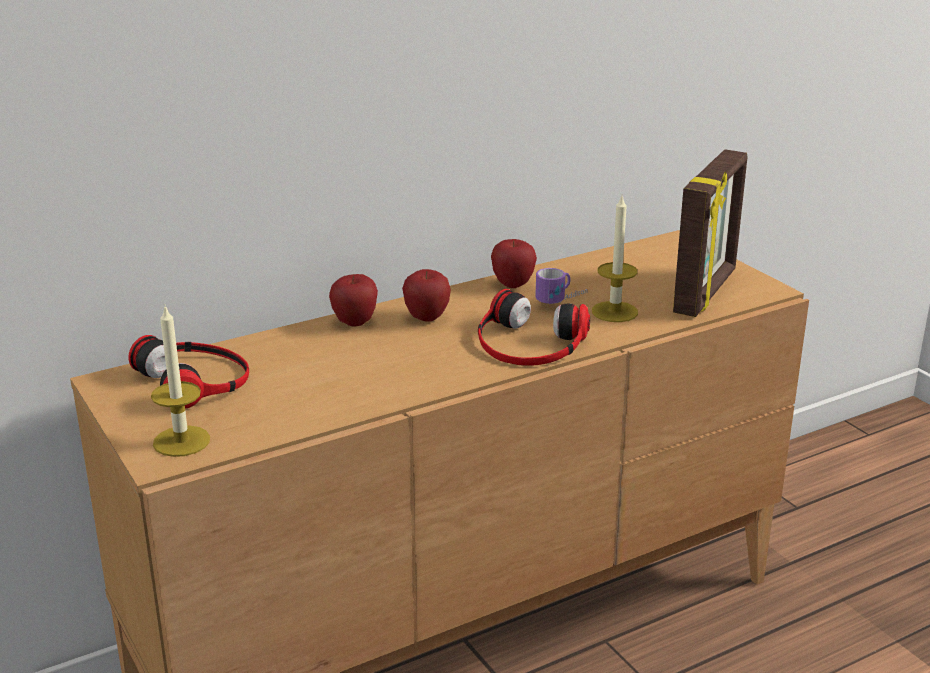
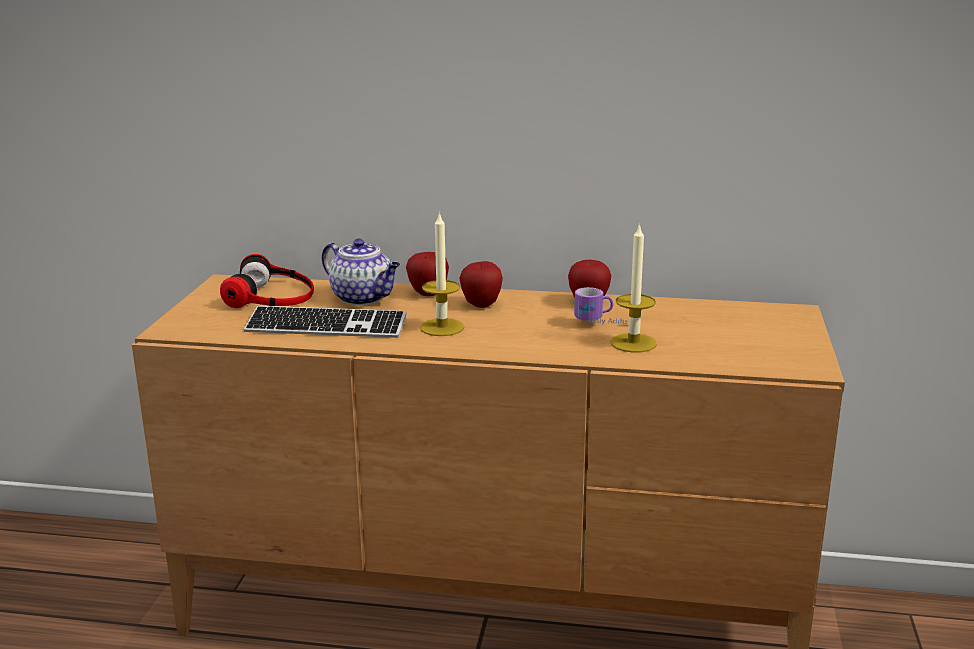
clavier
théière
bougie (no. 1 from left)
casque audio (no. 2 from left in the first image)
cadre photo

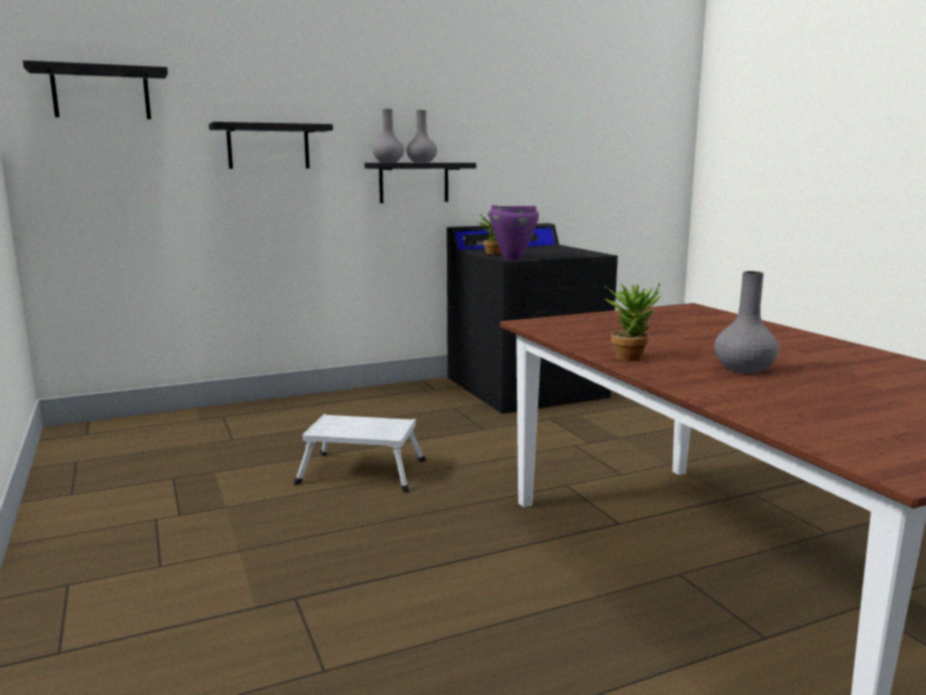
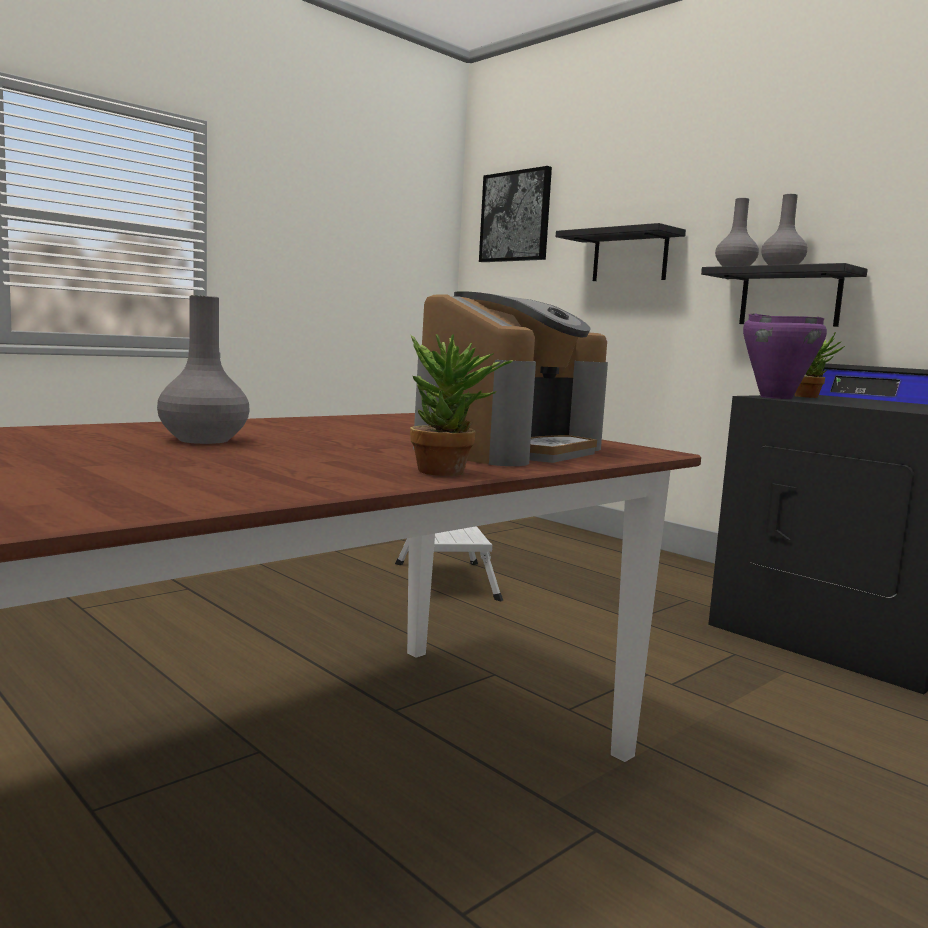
plante en pot (no. 1 from left)
machine à café
tableau

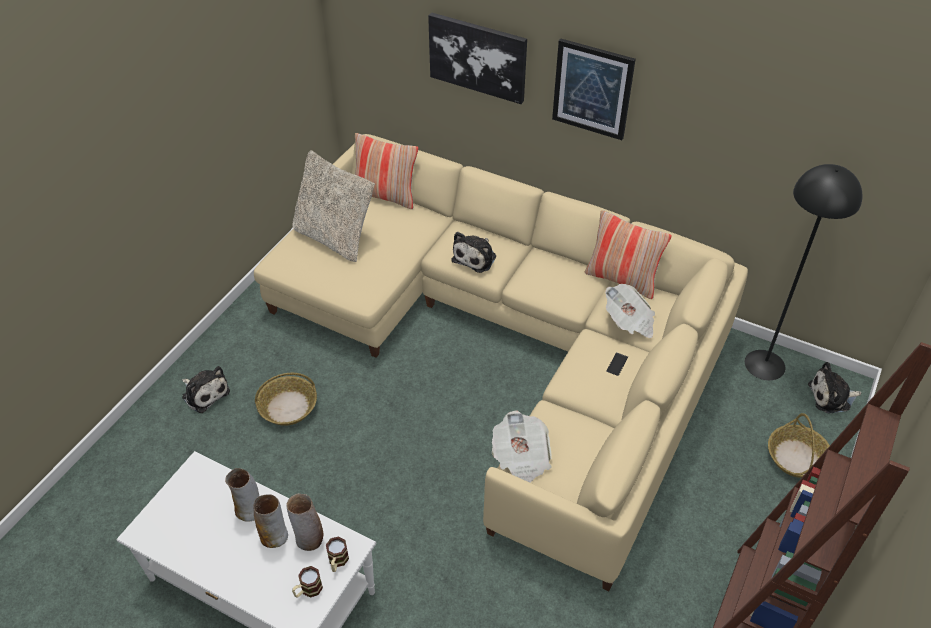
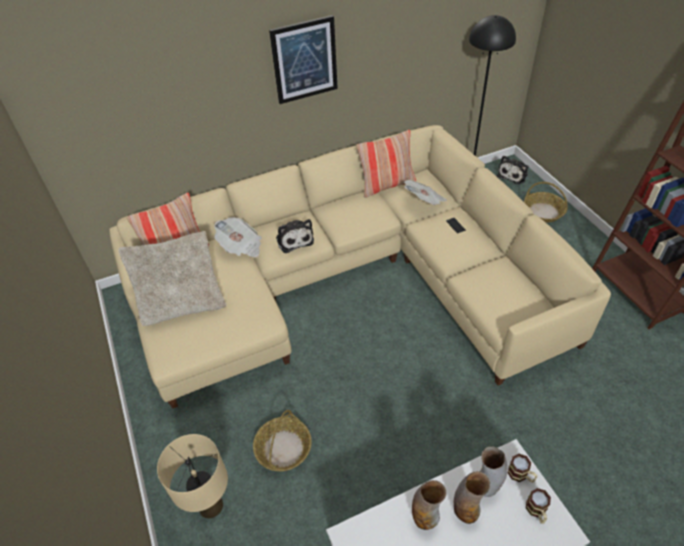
lampe de table/beige
journal (no. 1 from left)
tableau (no. 1 from left in the first image)

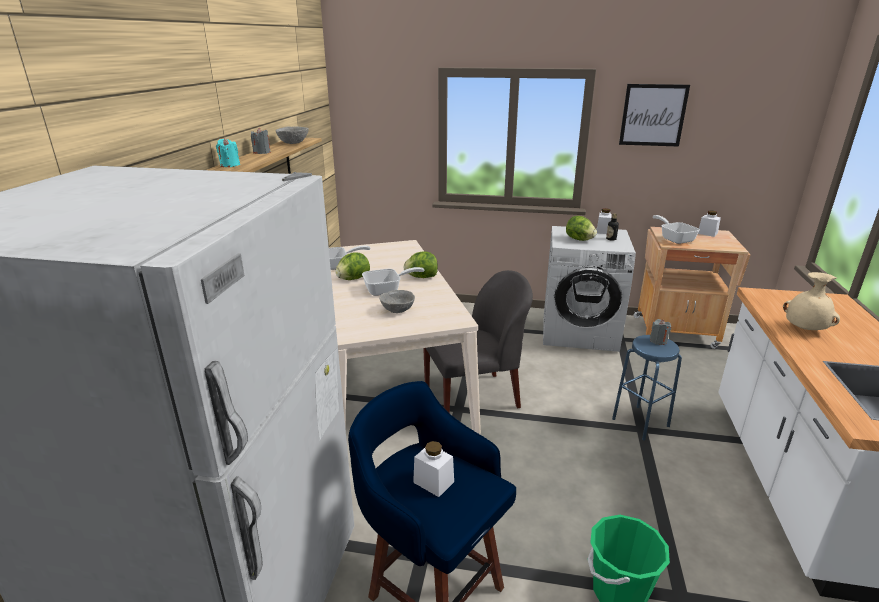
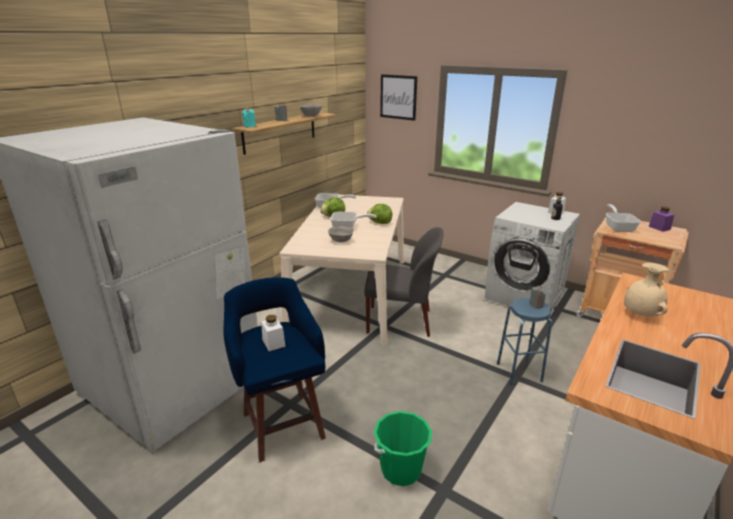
tableau
bocal/violet
laitue (no. 3 from left in the first image)

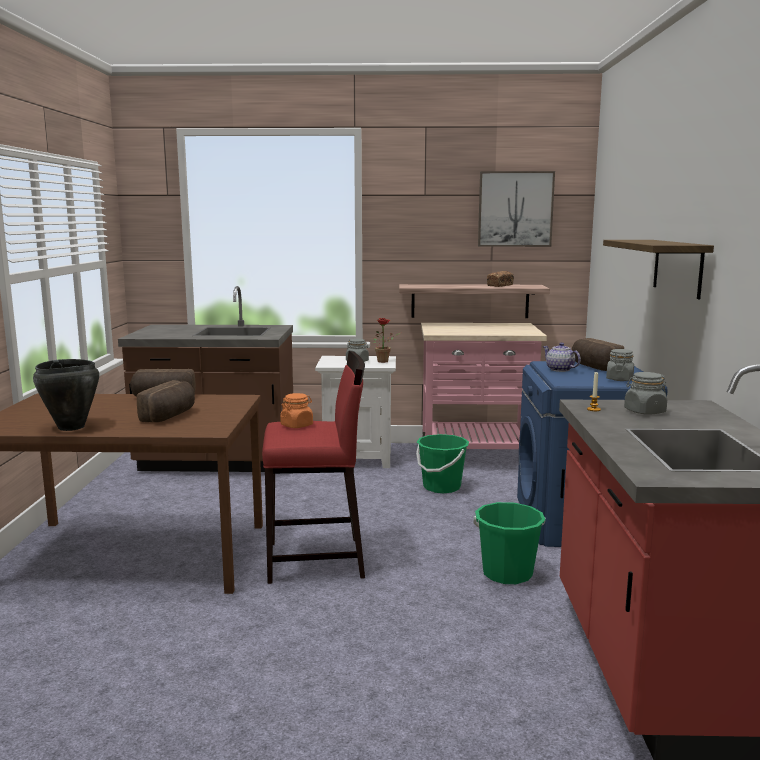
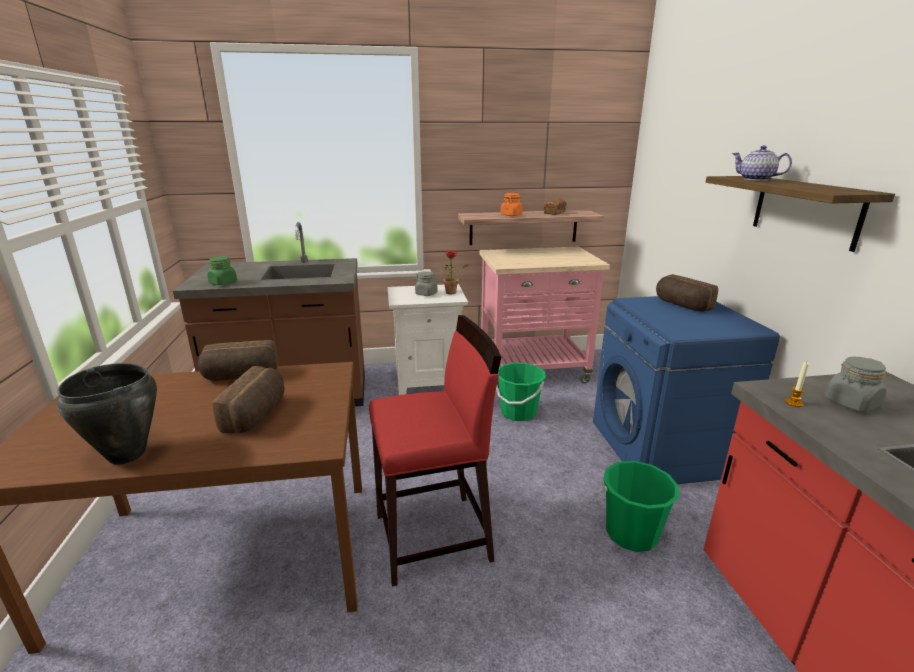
bocal/vert
bocal/orange
théière
tableau
bocal/gris (no. 2 from left in the first image)

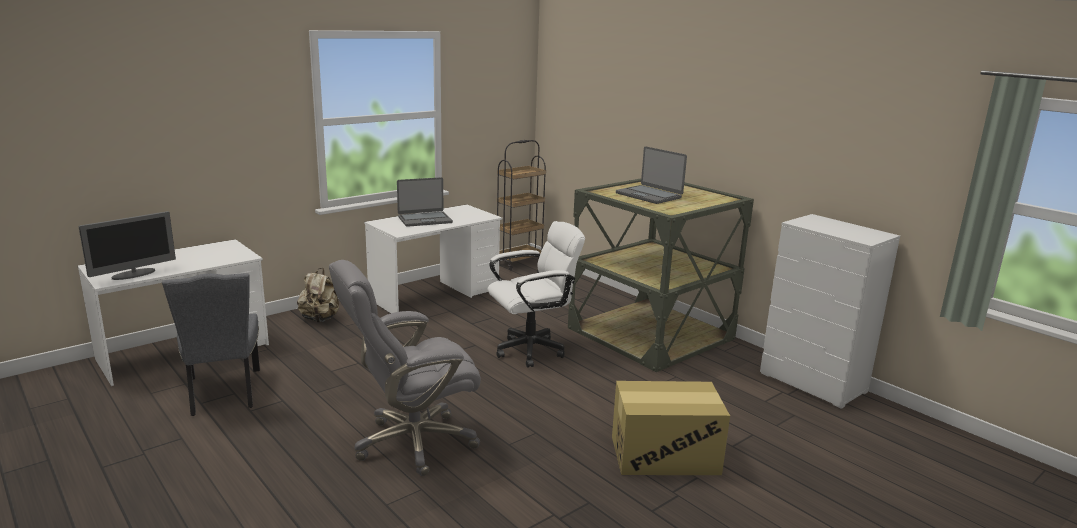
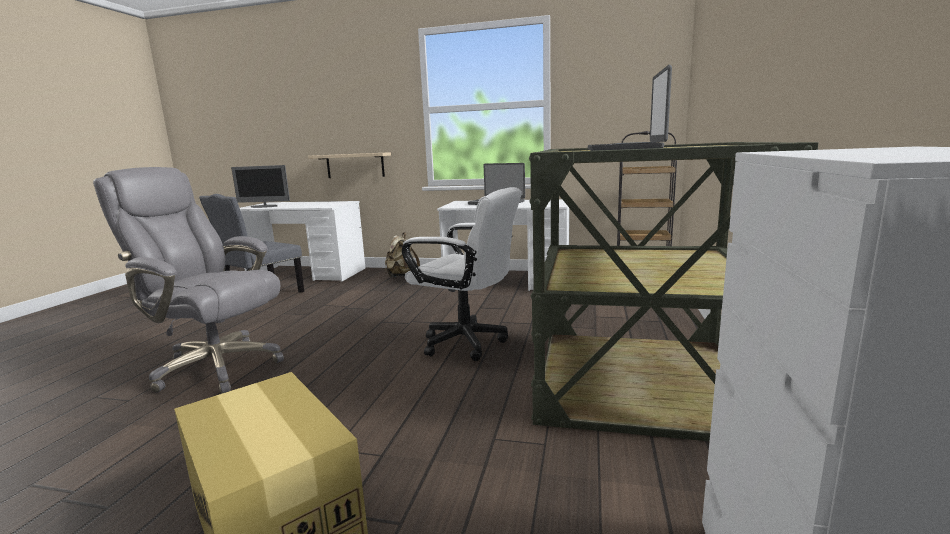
étagère/beige

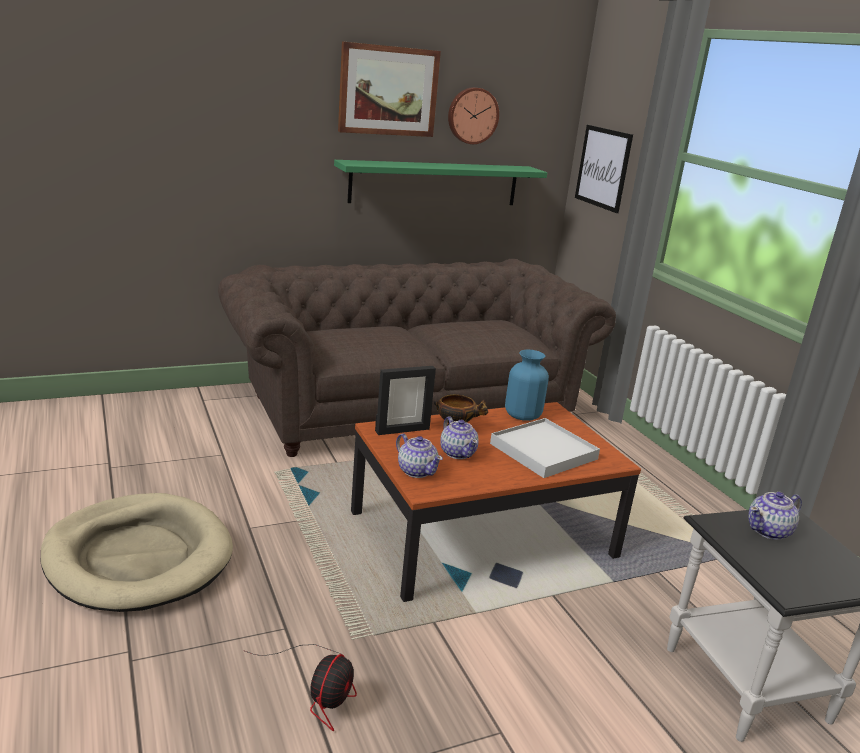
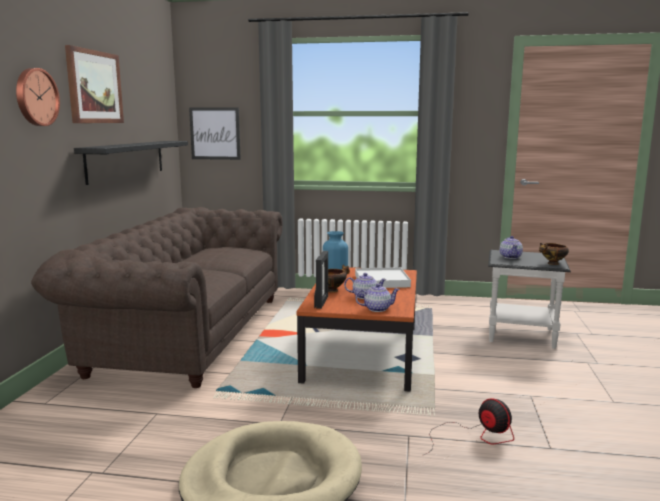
horloge murale
étagère/noir
bol (no. 2 from left)

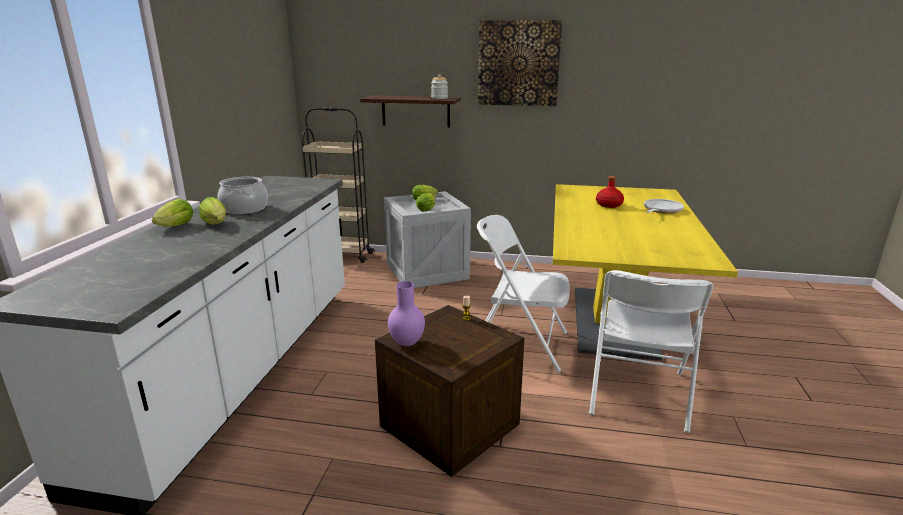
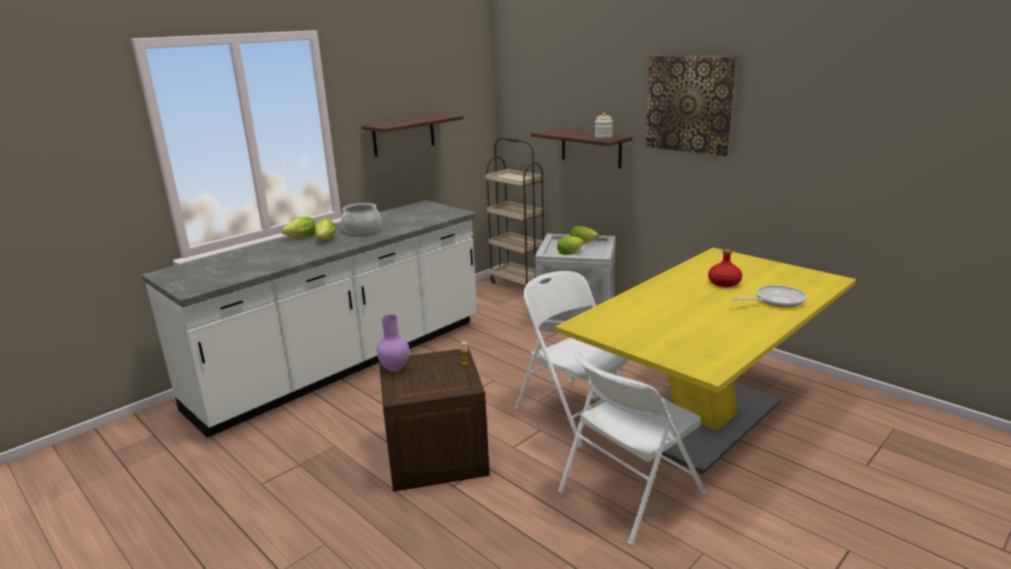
étagère (no. 1 from left)

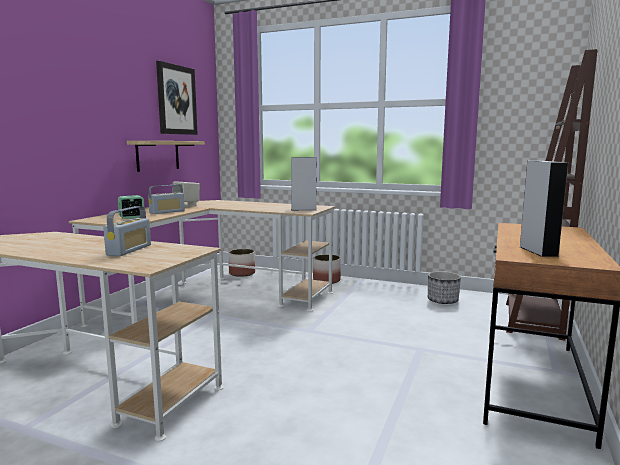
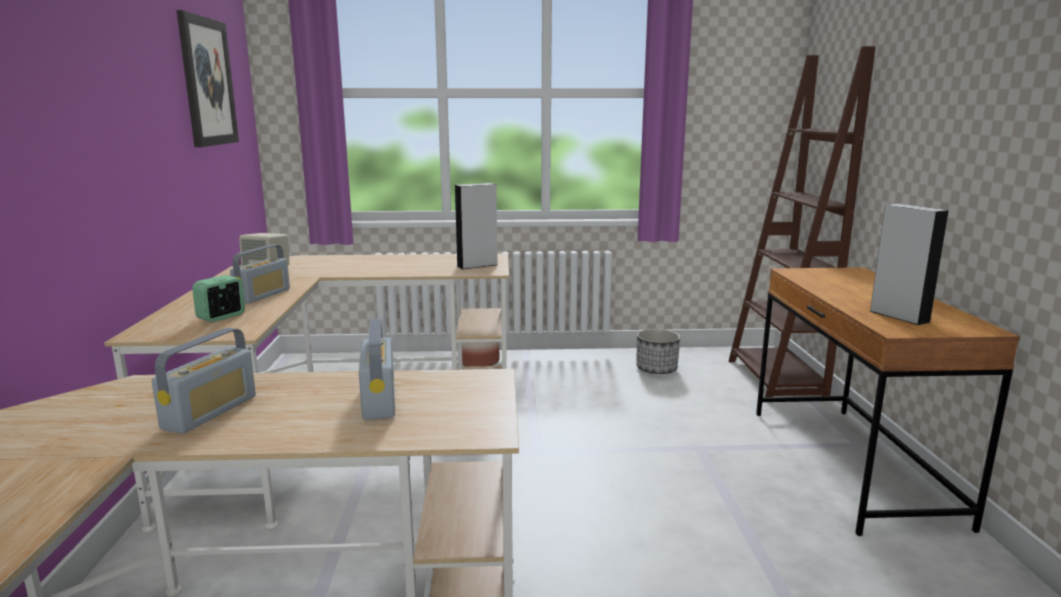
radio (no. 1 from left)
étagère
cache-pot (no. 1 from left in the first image)

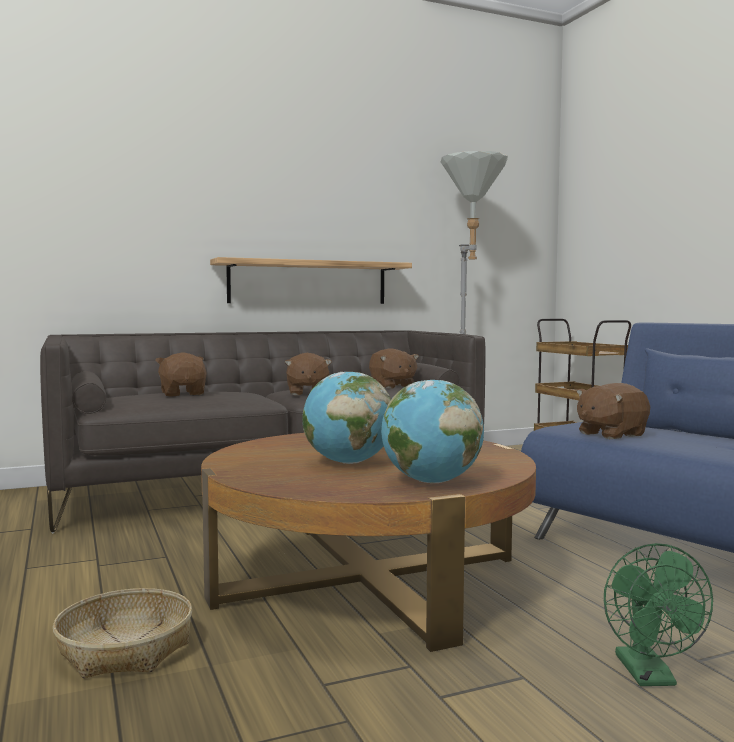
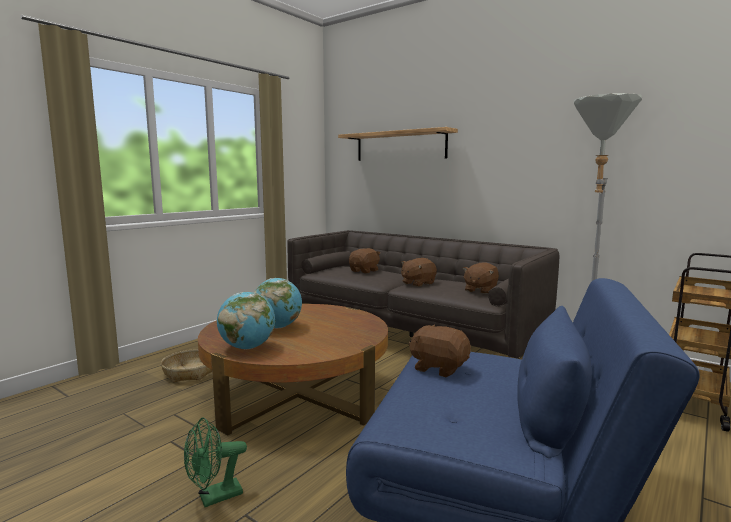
étagère

